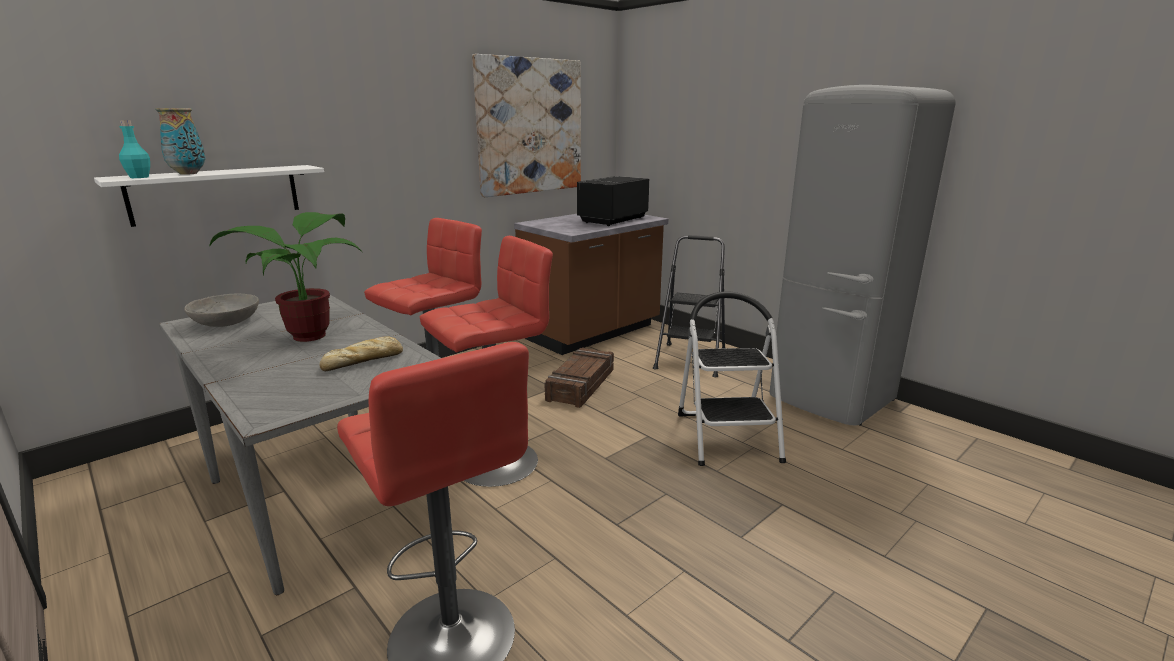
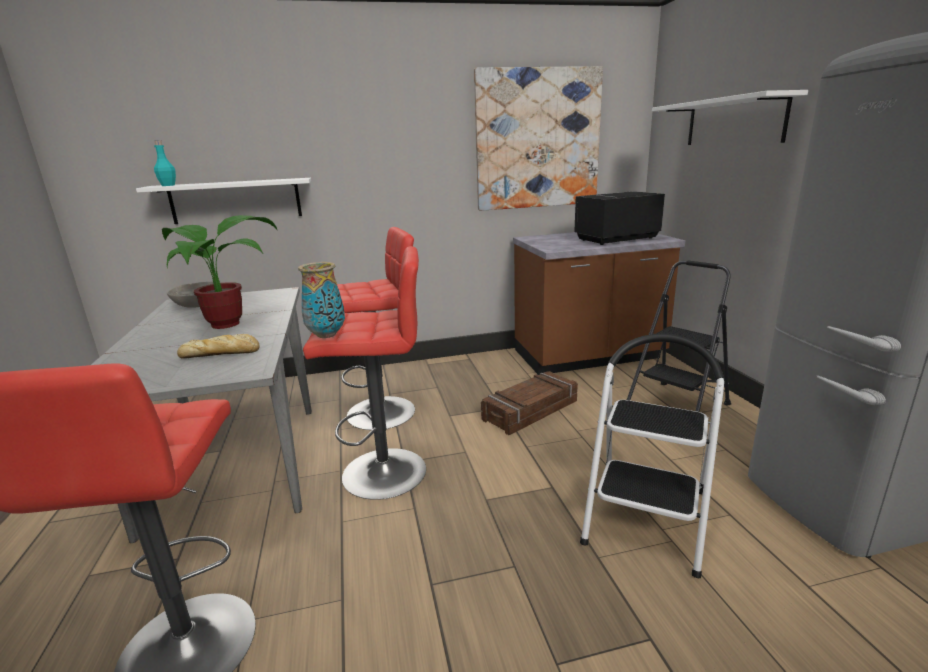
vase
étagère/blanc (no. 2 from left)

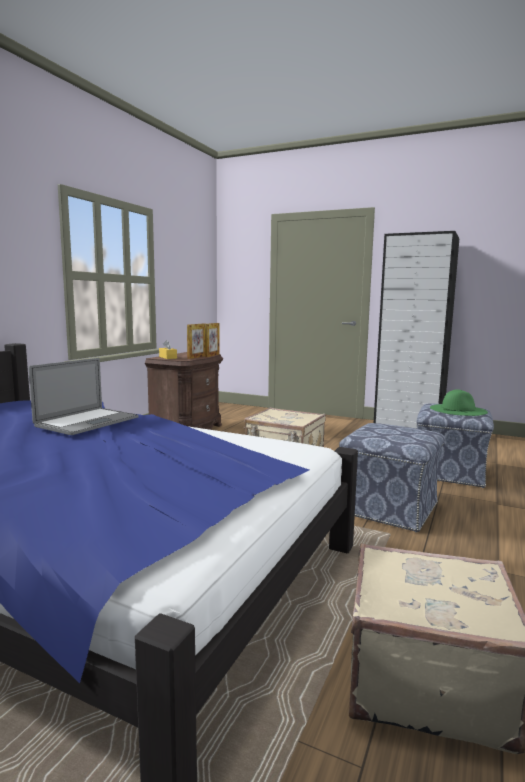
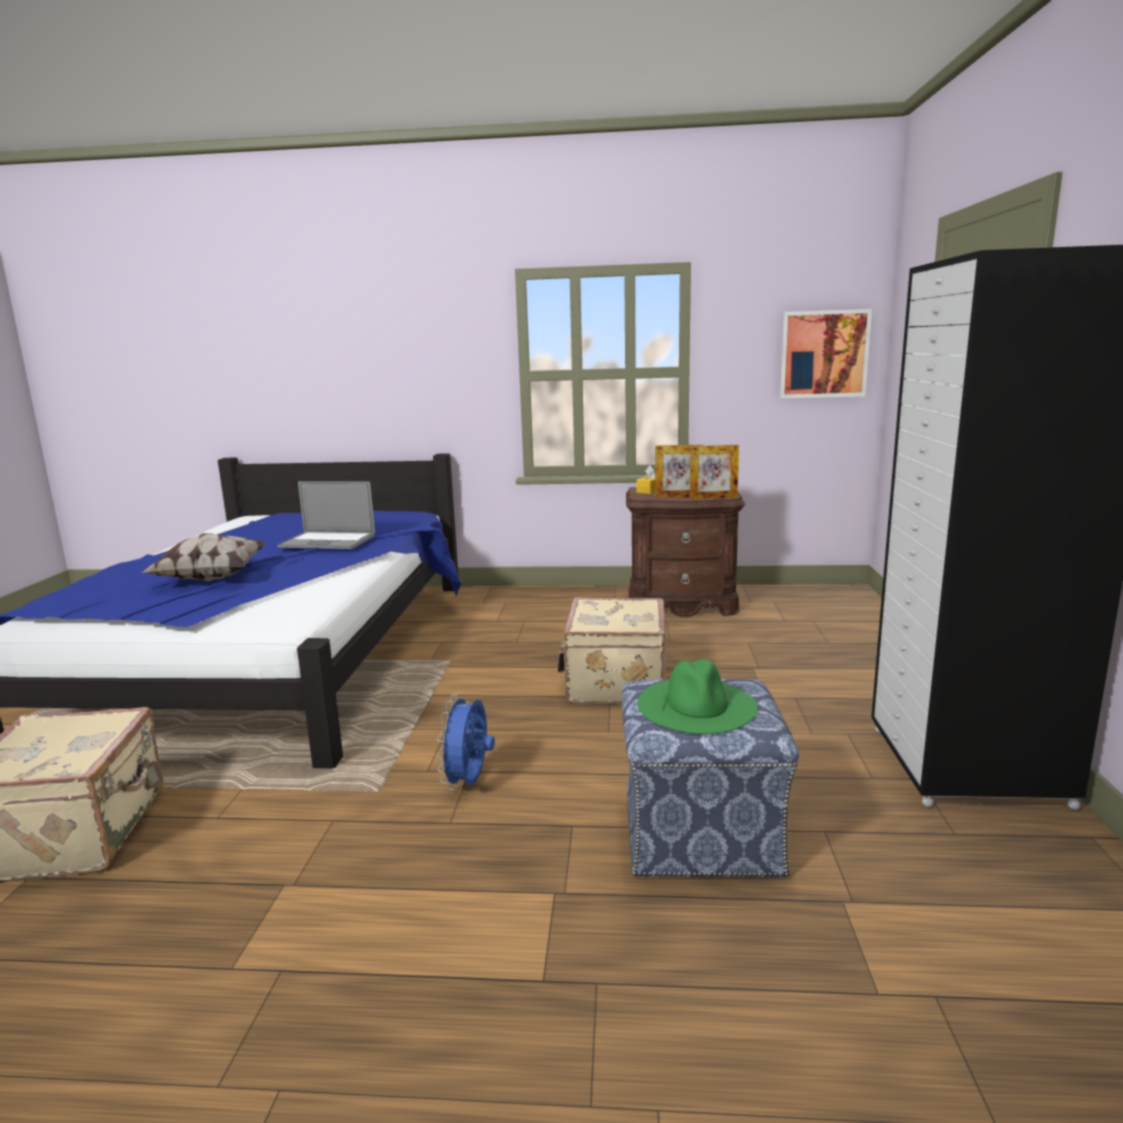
coussin
ventilateur/bleu
tableau

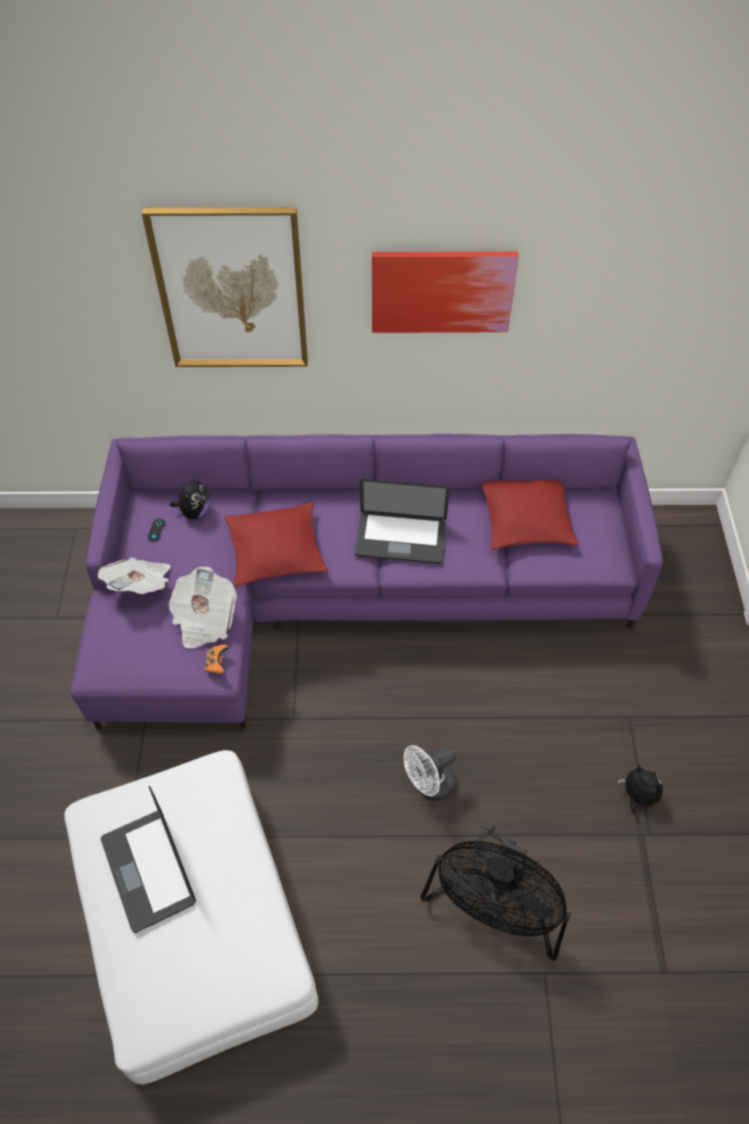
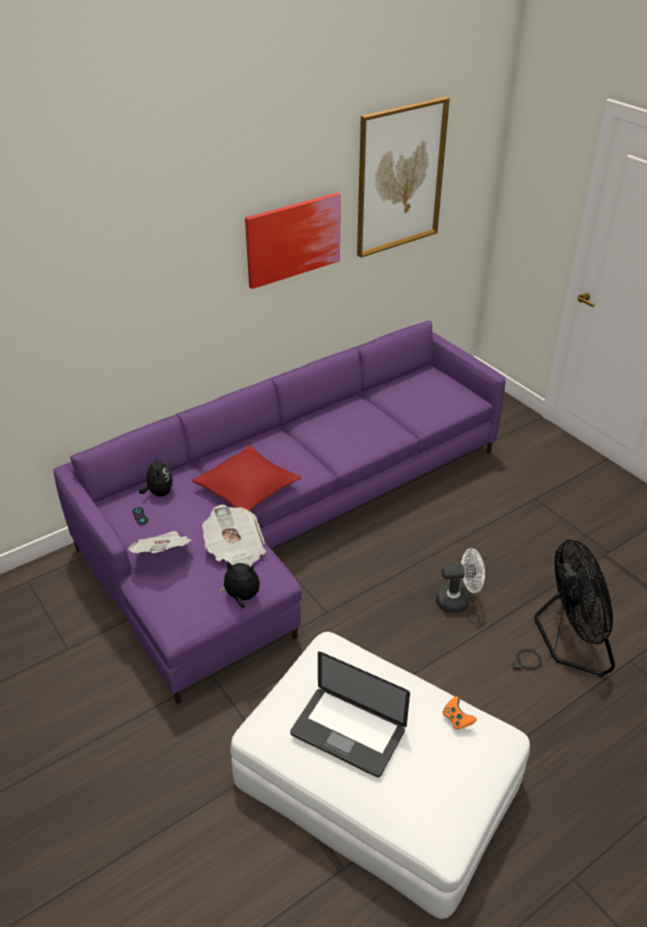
peluche (no. 2 from left)
tableau (no. 2 from left)
ventilateur/blanc
manette/orange
ventilateur/noir
ordinateur portable (no. 2 from left in the first image)
coussin/rouge (no. 2 from left in the first image)

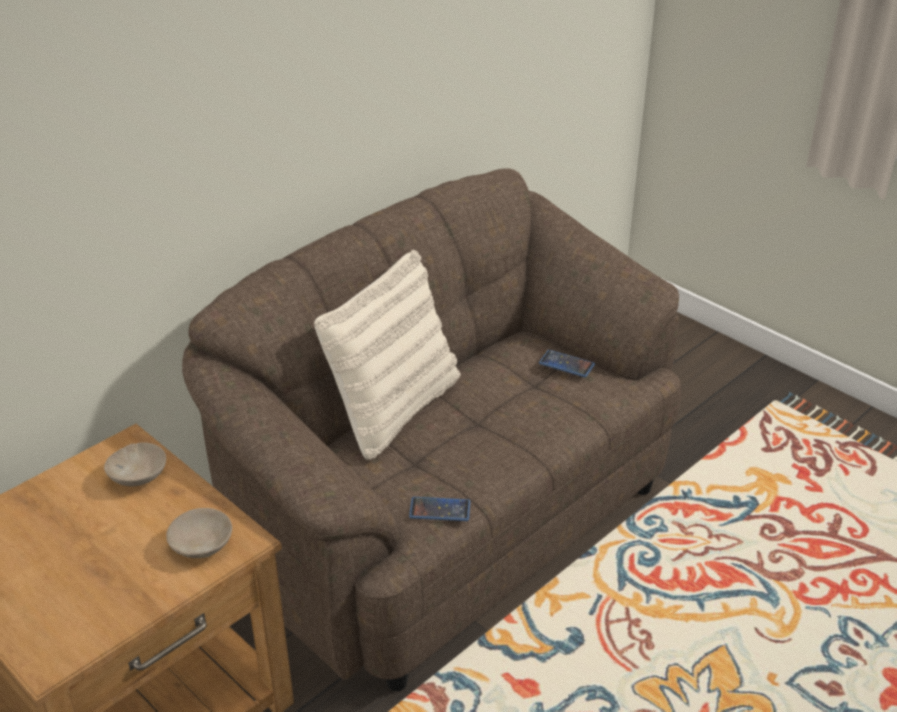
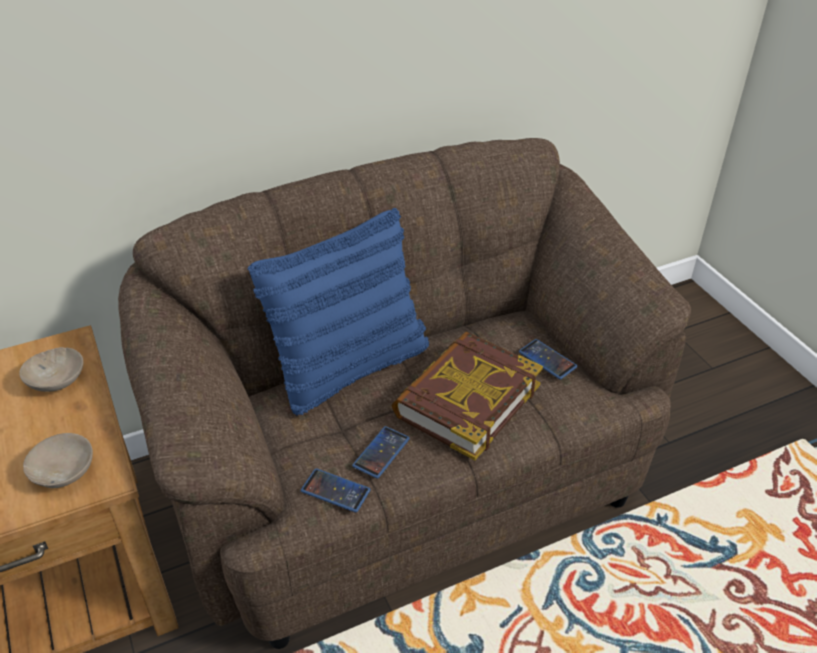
coussin/bleu
téléphone (no. 2 from left)
livre

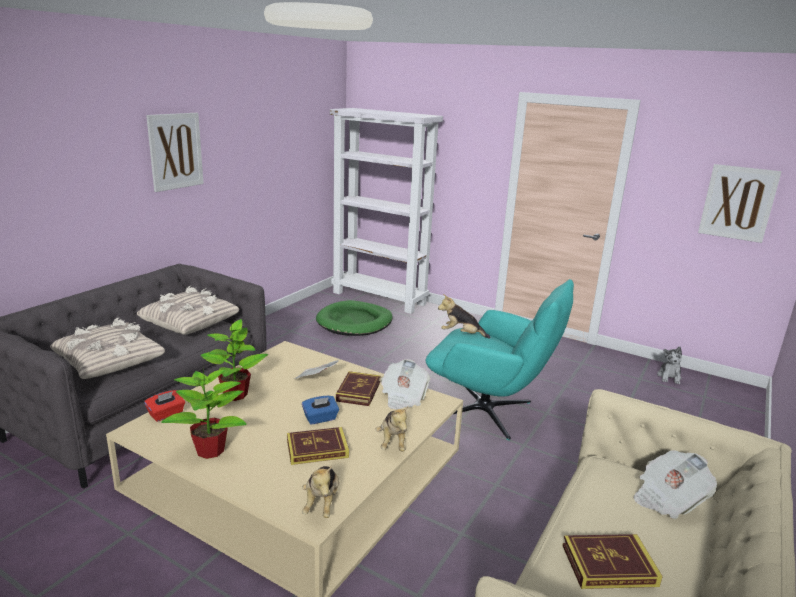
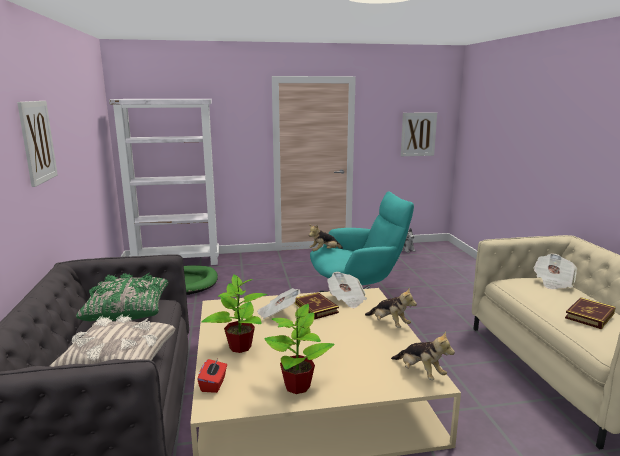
coussin/vert
livre (no. 1 from left in the first image)
boîte à mouchoirs/bleu

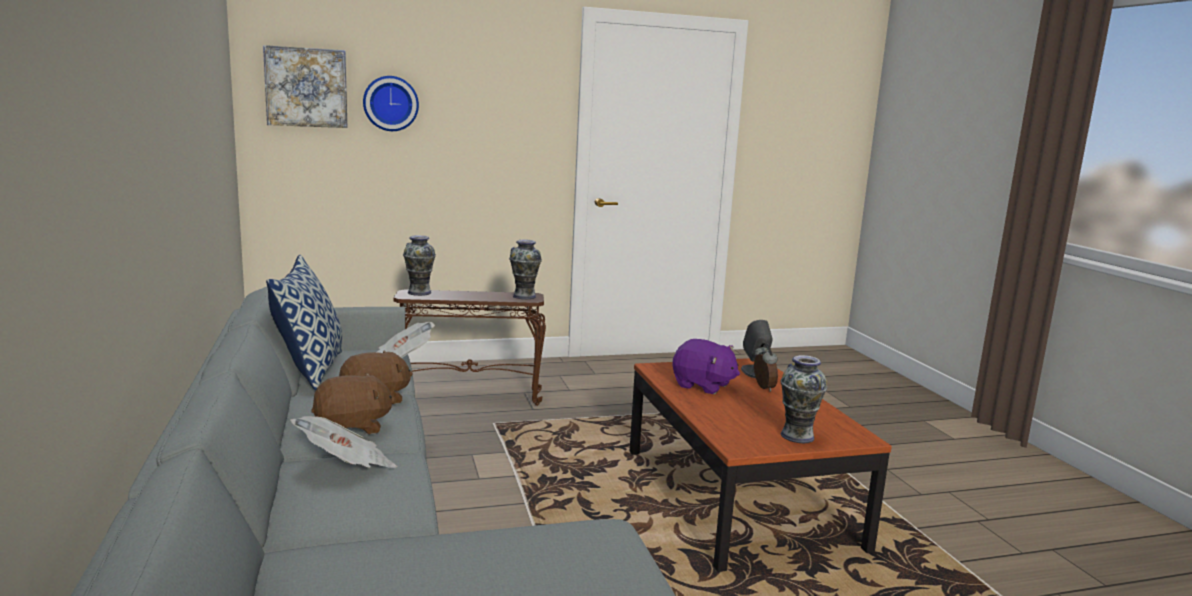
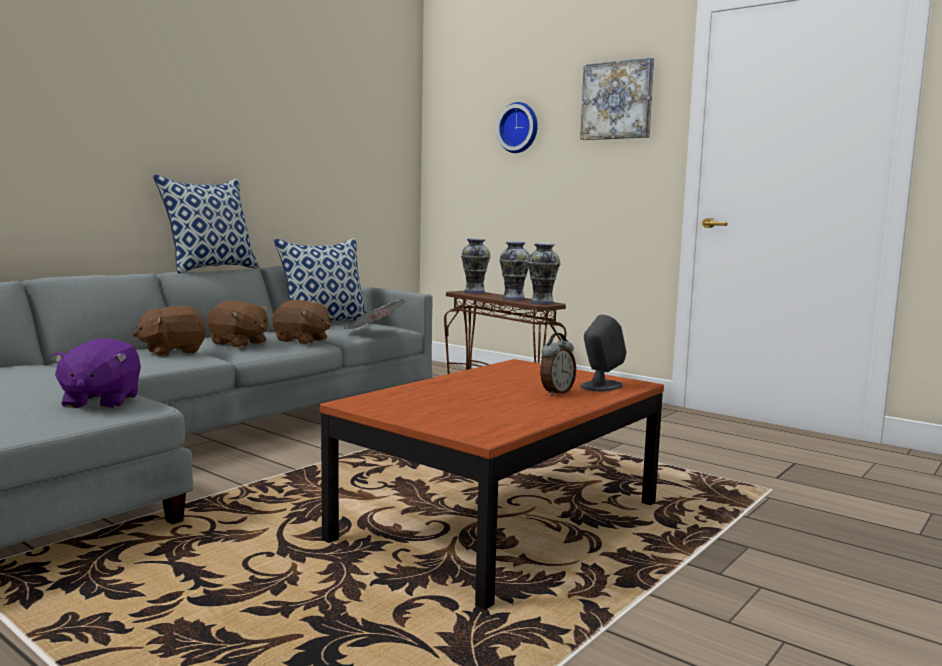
peluche/violet
peluche/marron (no. 1 from left)
coussin (no. 1 from left)
vase (no. 2 from left)
tableau

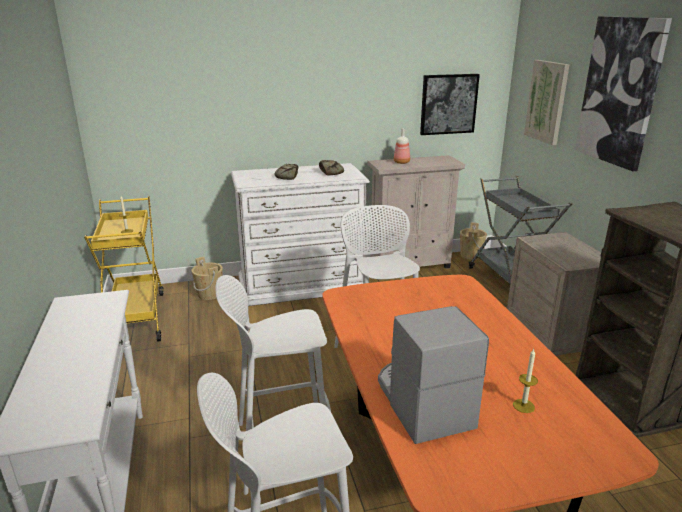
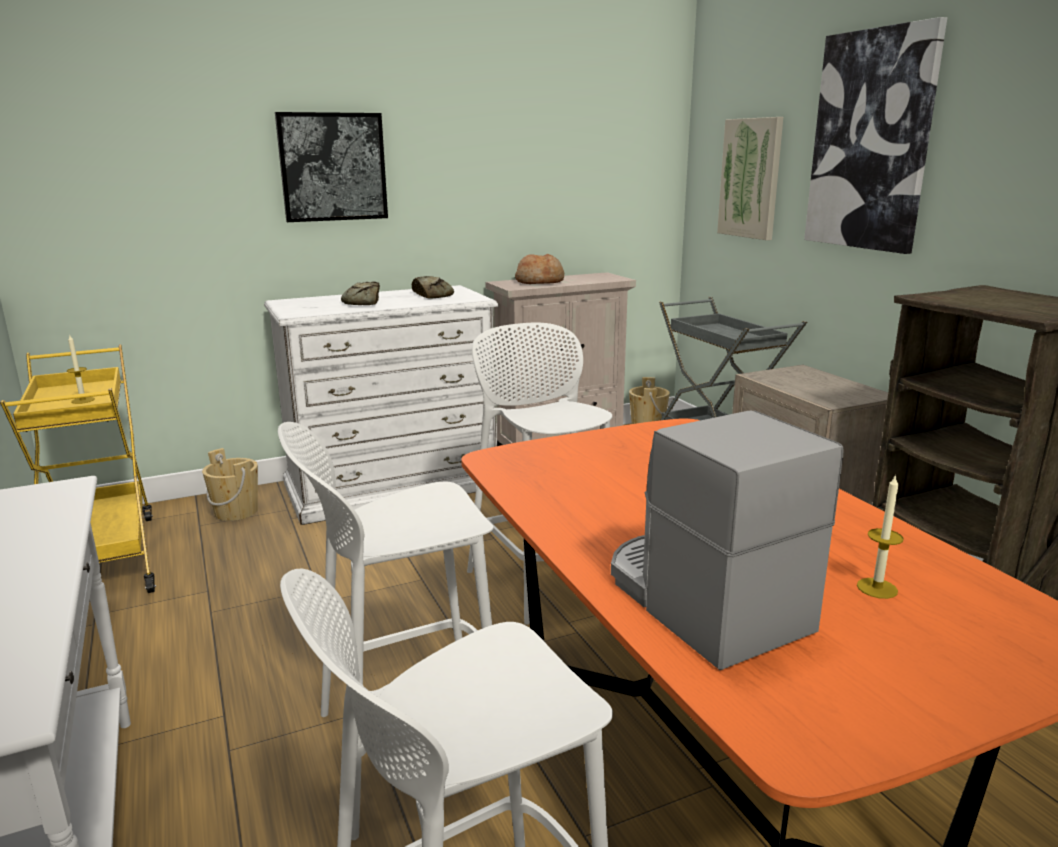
tableau (no. 1 from left)
pain (no. 3 from left)

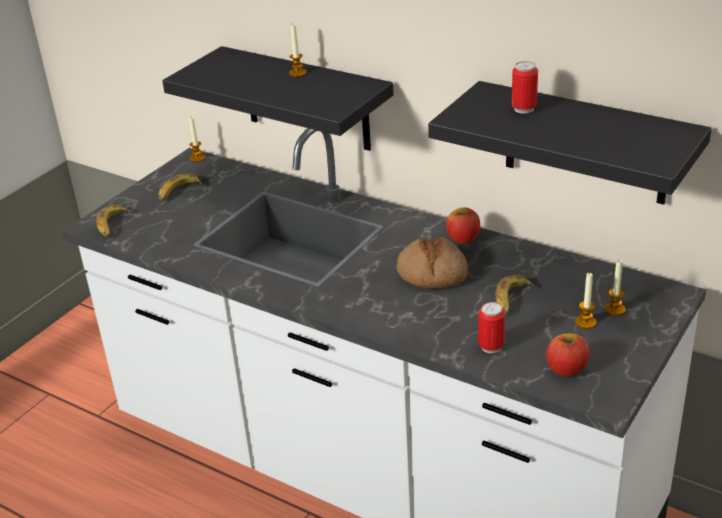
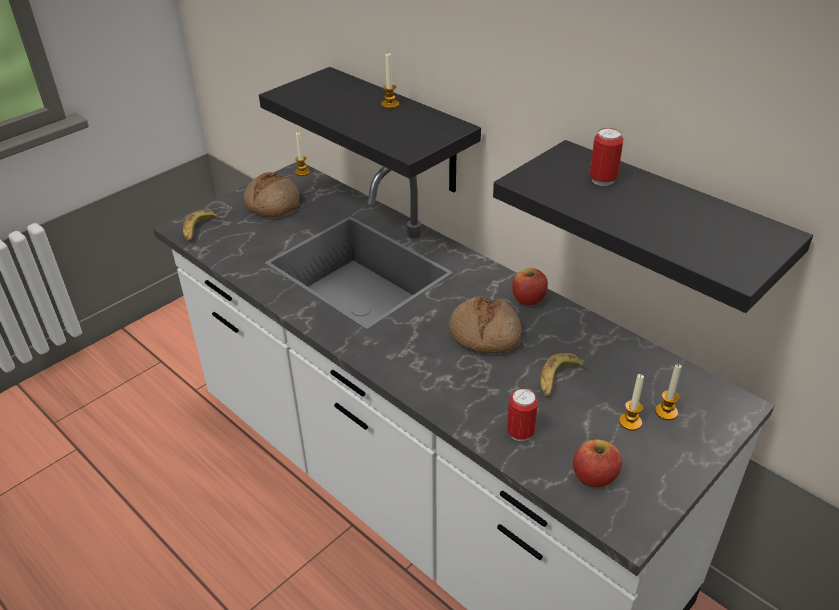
pain (no. 1 from left)

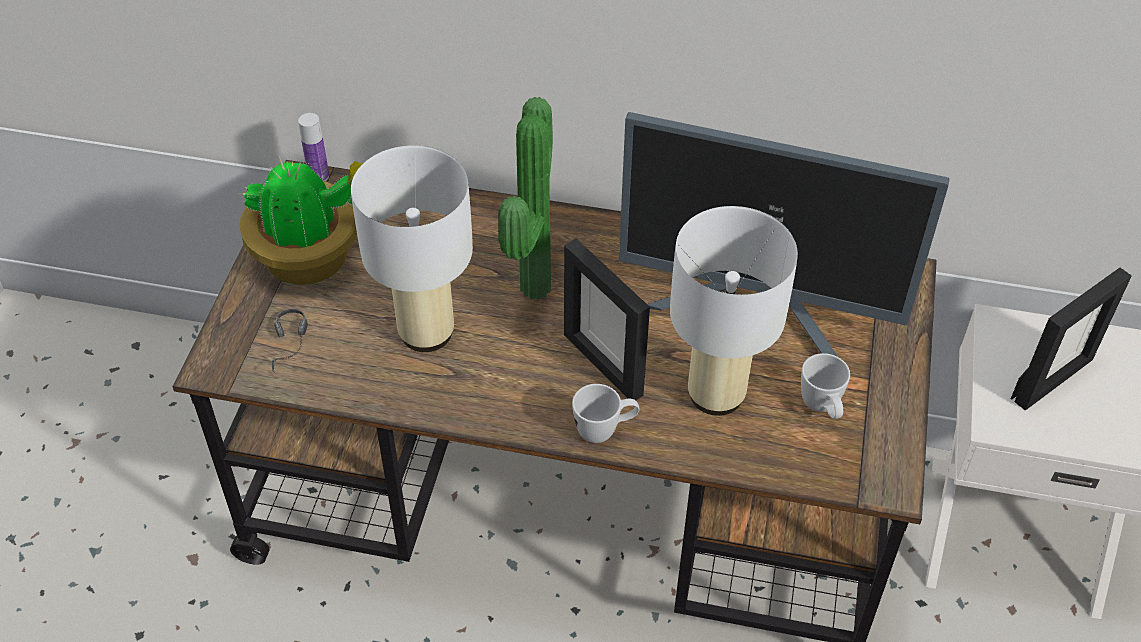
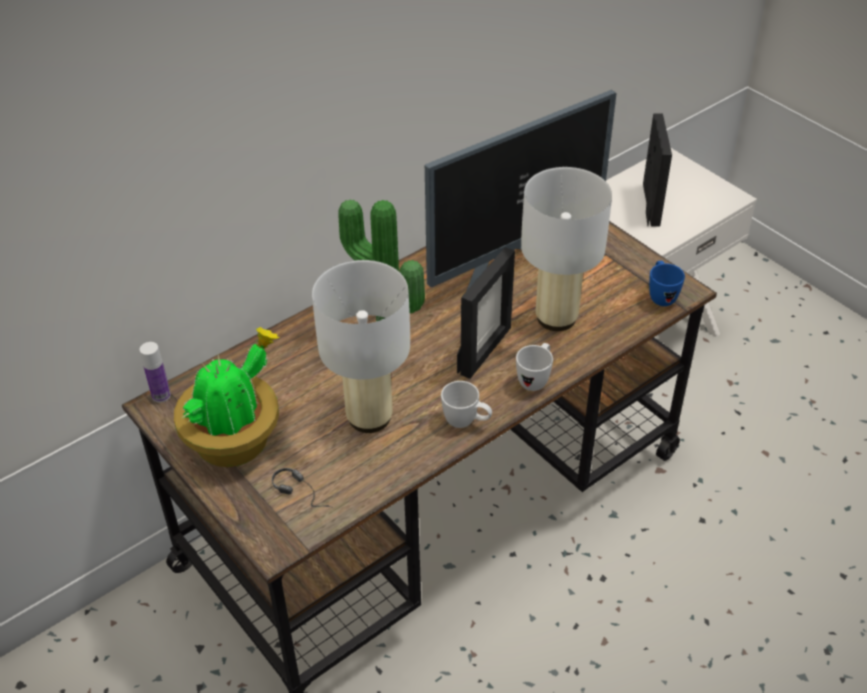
mug/blanc (no. 1 from left)
cadre photo (no. 1 from left)
mug/bleu

